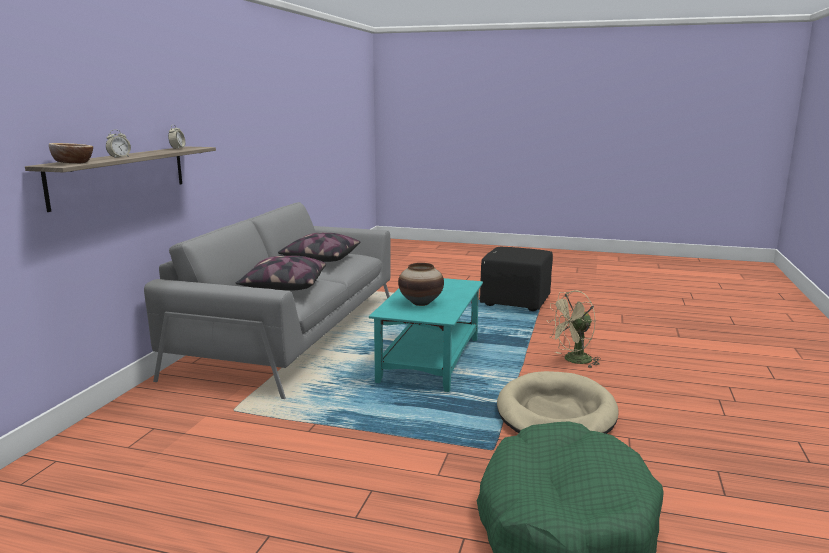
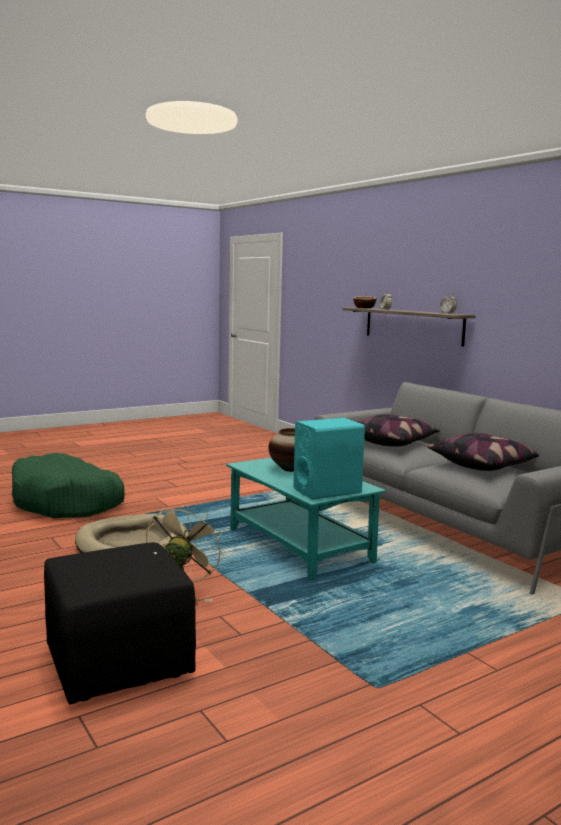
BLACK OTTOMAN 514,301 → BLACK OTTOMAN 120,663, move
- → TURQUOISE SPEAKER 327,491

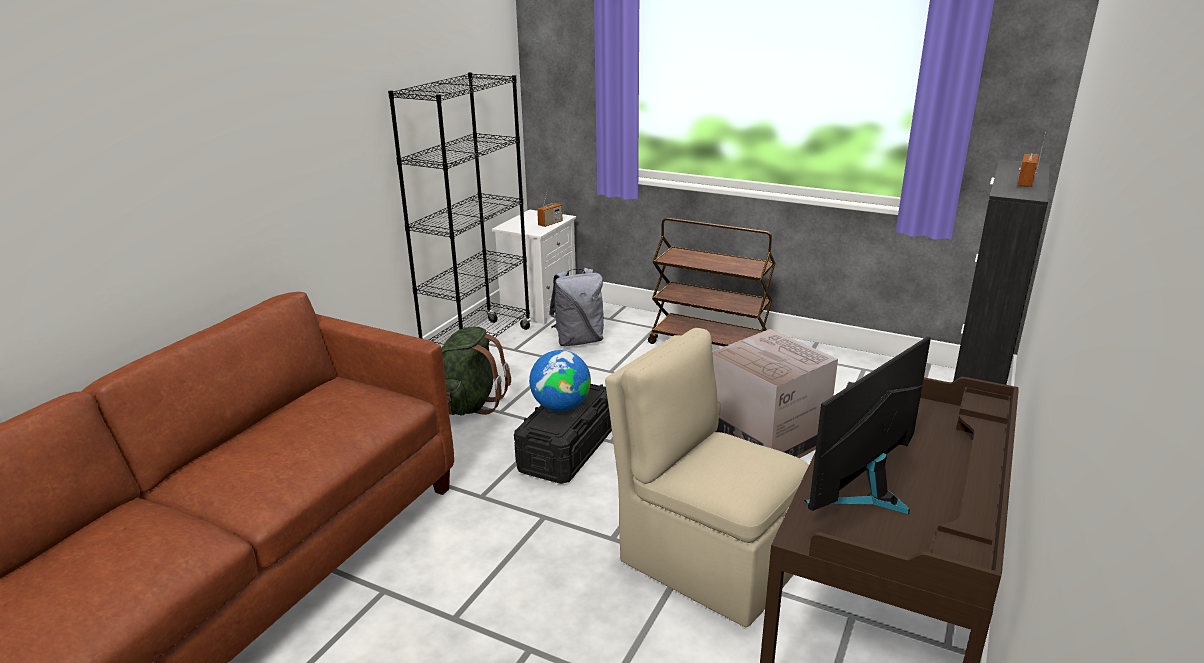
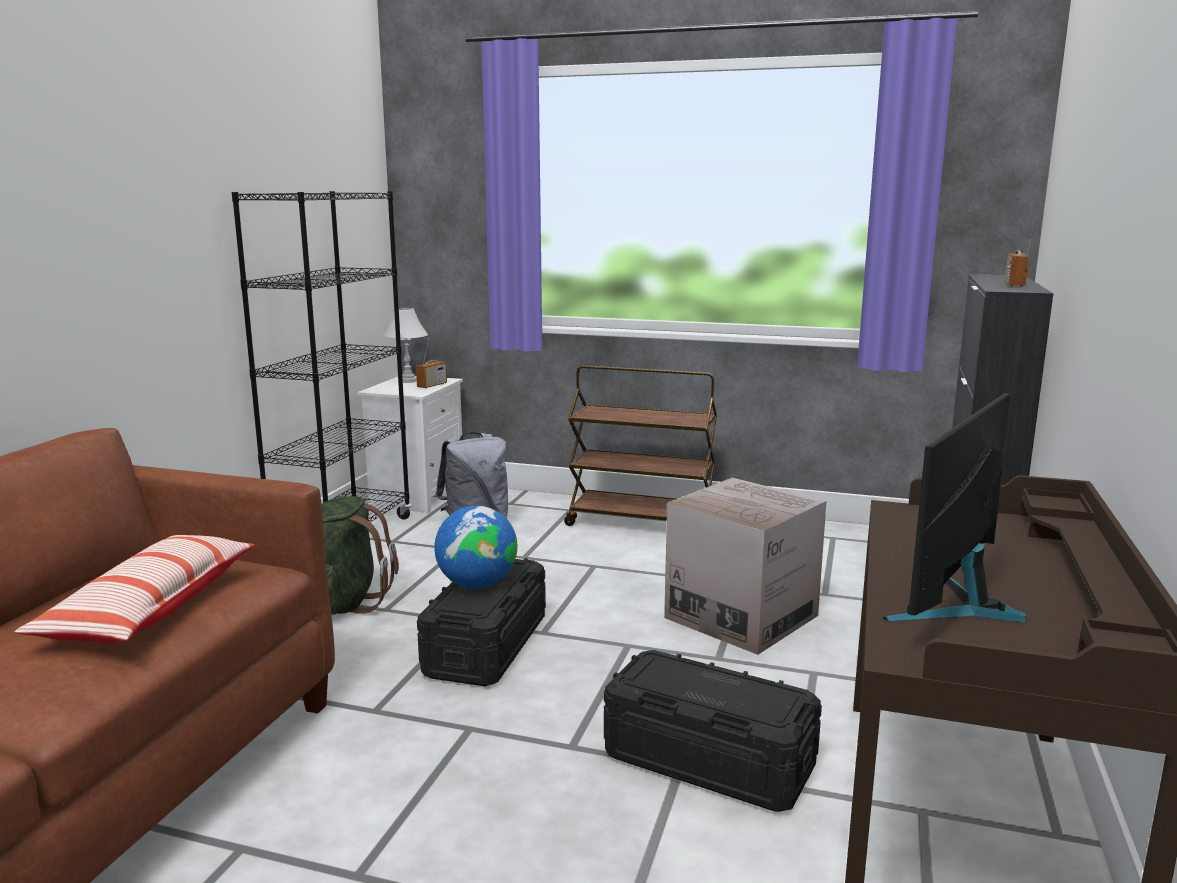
BEIGE CHAIR 707,559 → BLACK STORAGE BOX 708,760
- → PILLOW 151,608
- → WHITE TABLE LAMP 408,381

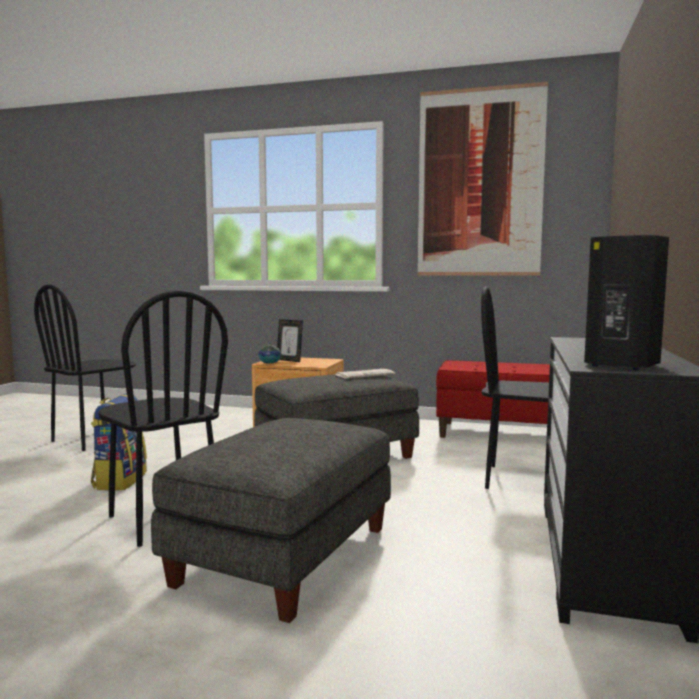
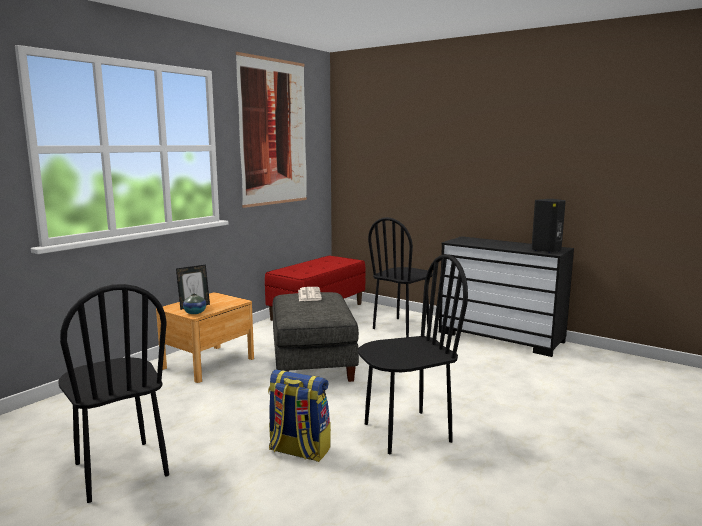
GREY OTTOMAN 286,556 → -

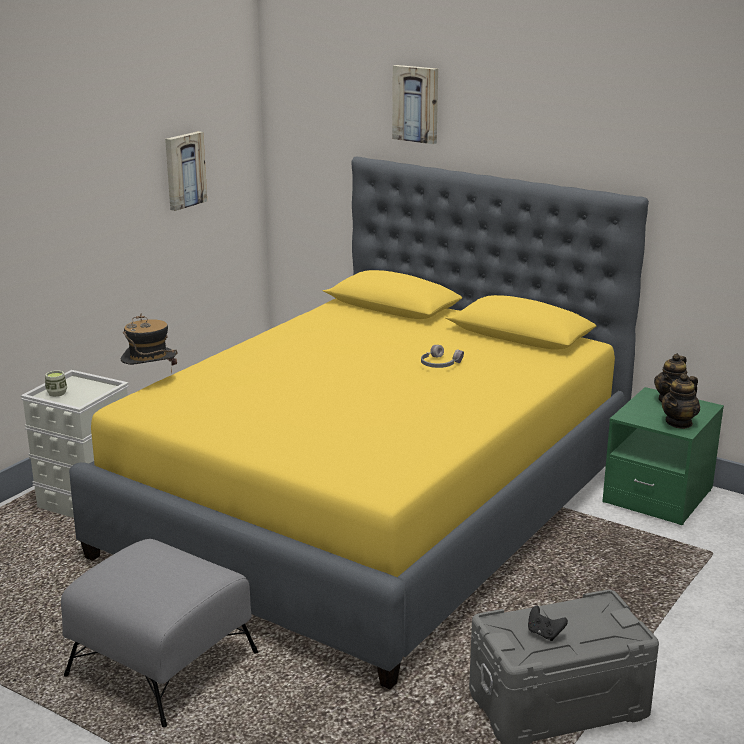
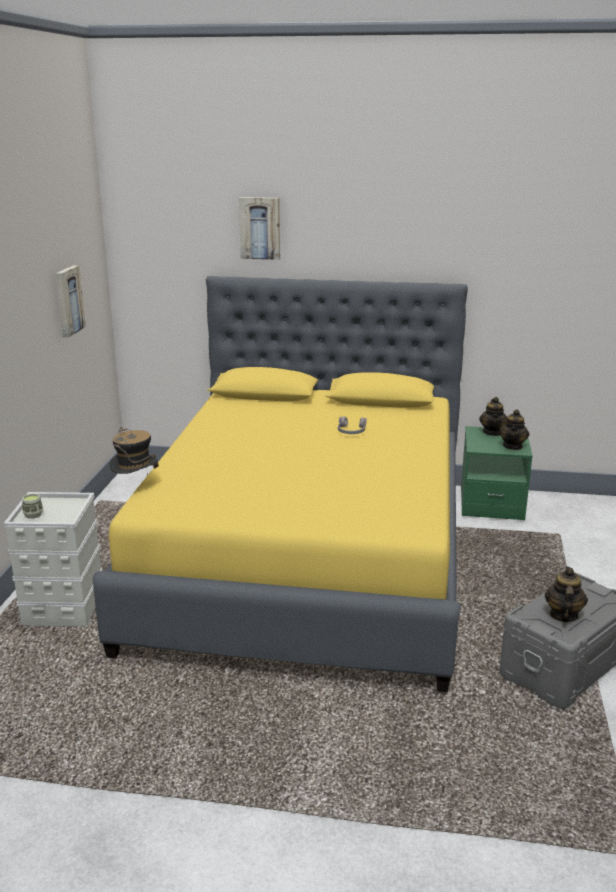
GREY OTTOMAN 163,665 → -
BLACK GAME CONTROLLER 544,634 → TEAPOT 563,615

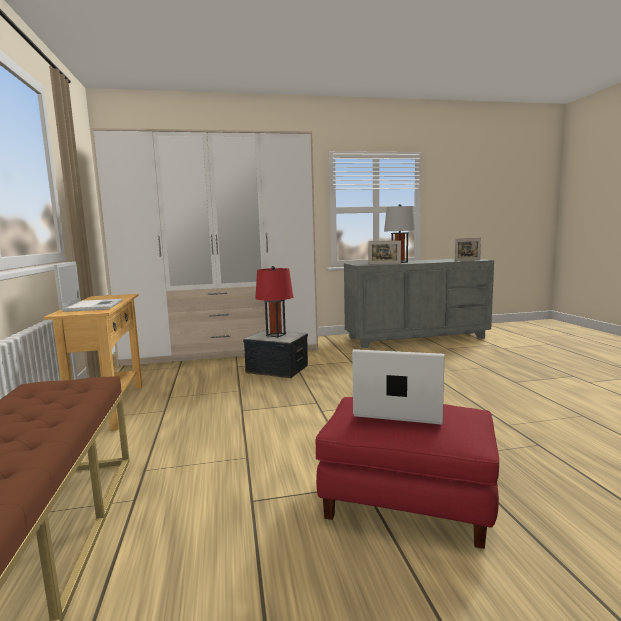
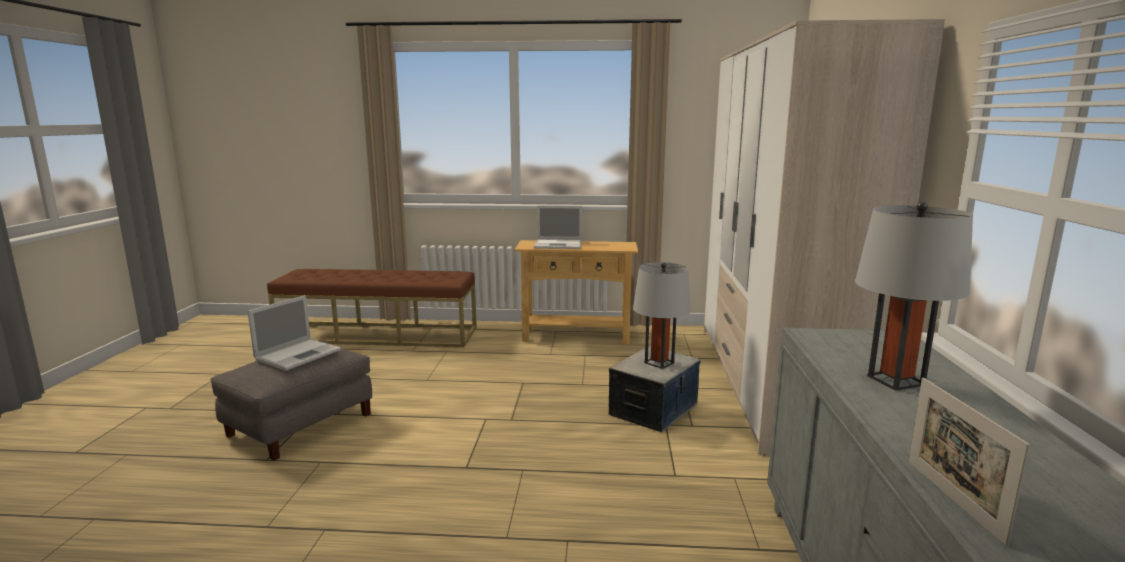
RED TABLE LAMP 276,335 → GREY TABLE LAMP 659,363
RED OTTOMAN 405,500 → GREY OTTOMAN 300,424
PICTURE FRAME 384,264 → -

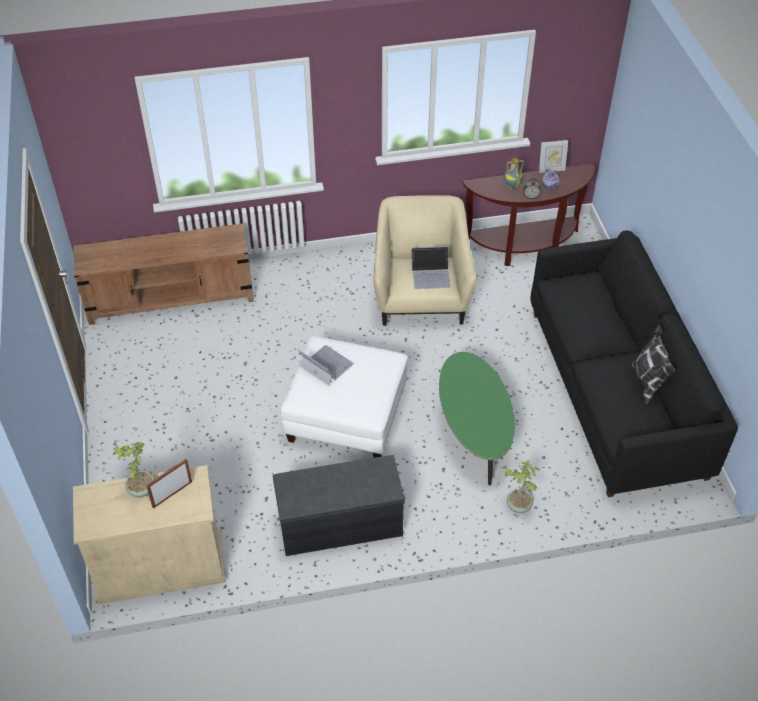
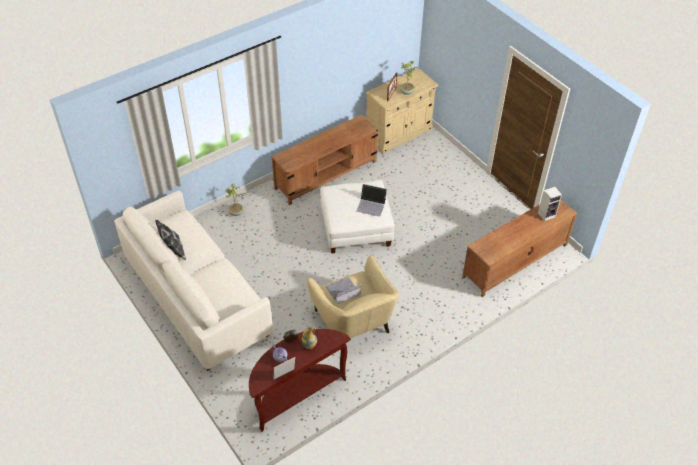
GREY BENCH 339,524 → BROWN TV STAND 326,175
GREEN COFFEE TABLE 473,433 → -
BLACK SOFA 615,391 → WHITE SOFA 196,297
- → SPEAKER 547,214

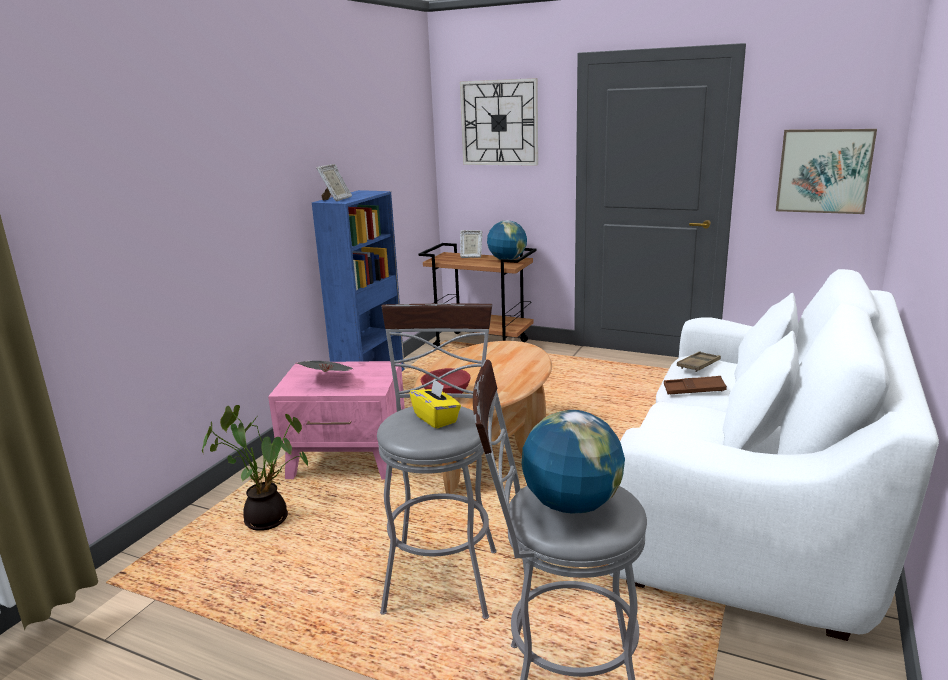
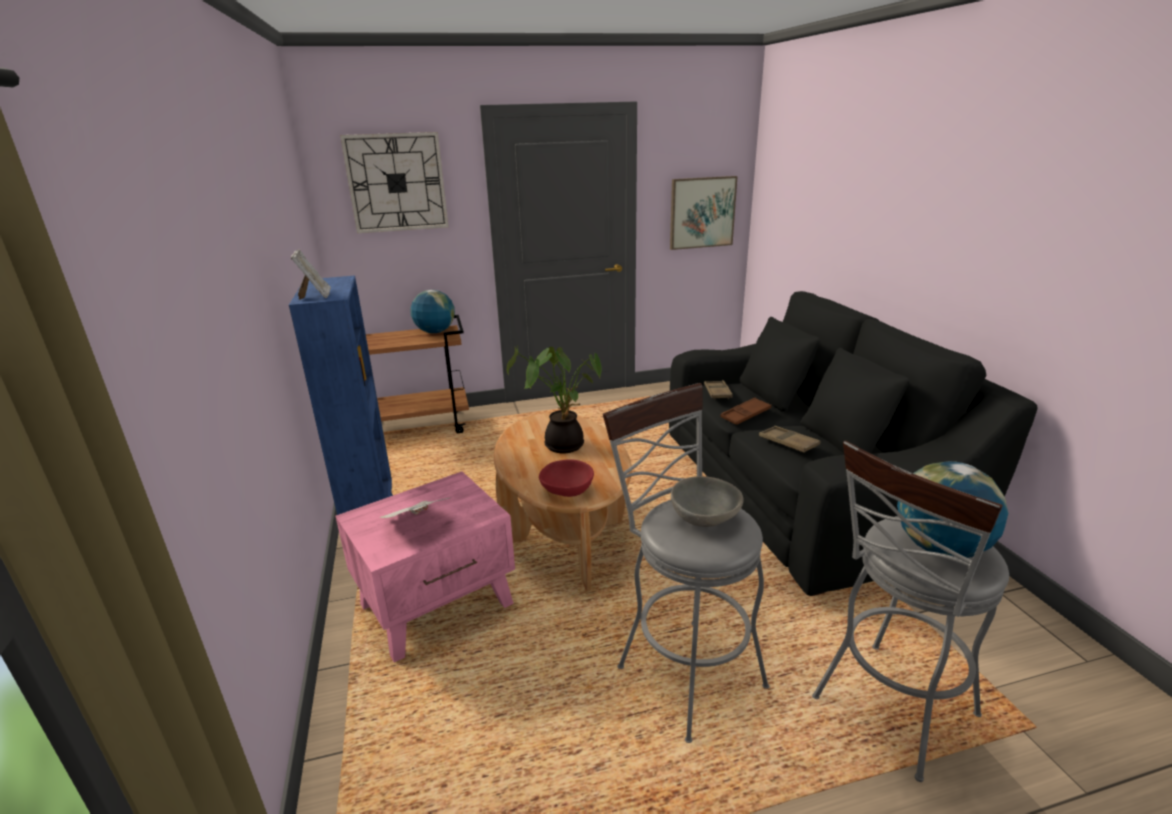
POTTED PLANT 268,518 → POTTED PLANT 562,443, move
YELLOW TISSUE BOX 436,419 → GREY BOWL 704,518
PICTURE FRAME 471,256 → -
WHITE SOFA 754,507 → BLACK SOFA 800,494
- → BROWN TRAY 788,443

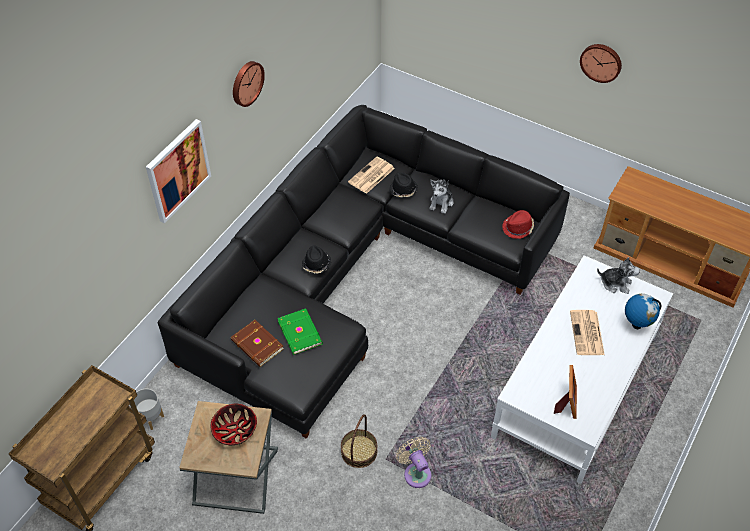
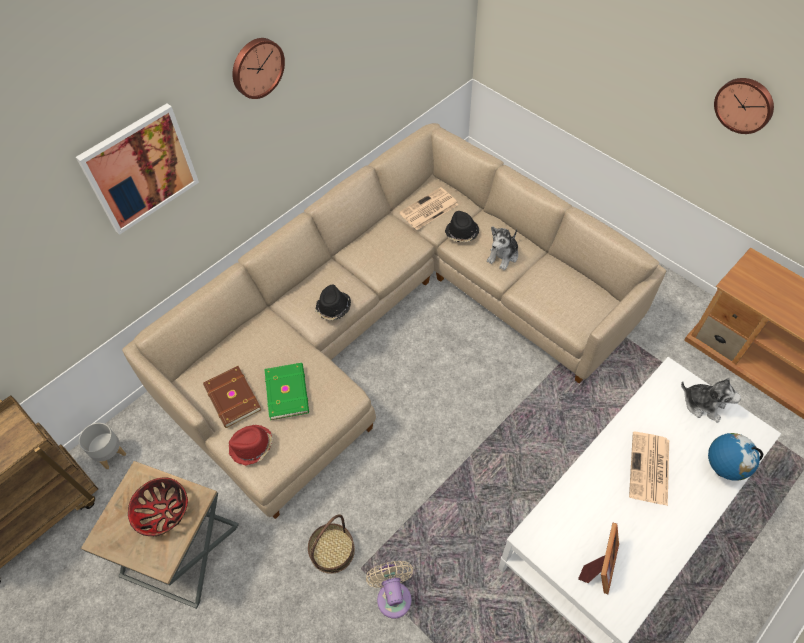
BLACK SOFA 355,273 → BEIGE SOFA 390,321
RED HAT 518,228 → RED HAT 251,447, move

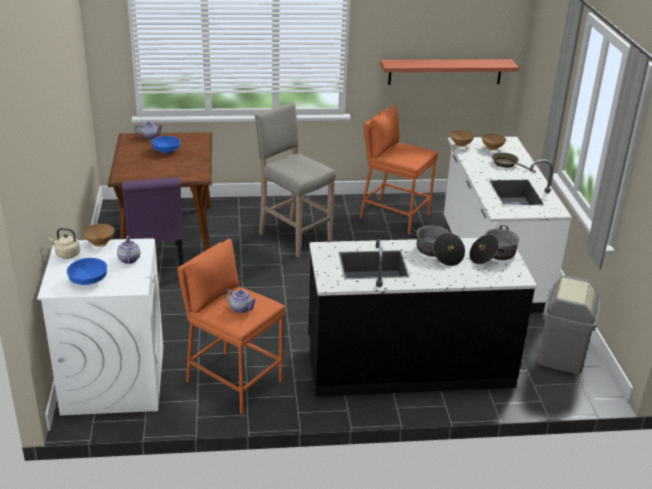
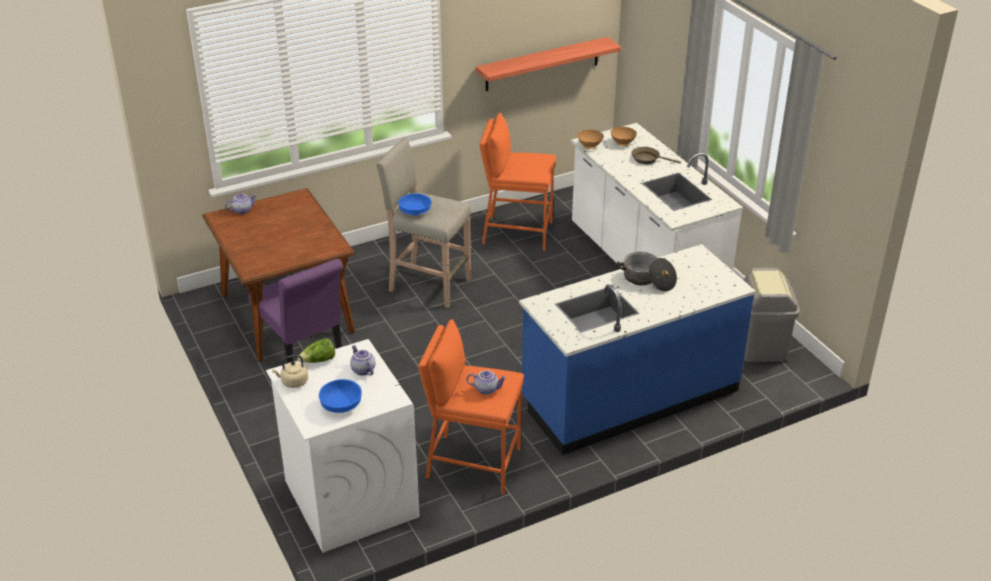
BROWN BOWL 100,244 → LETTUCE 318,360
BLUE BOWL 166,151 → BLUE BOWL 415,212, move
BLACK COUNTER 409,364 → BLUE COUNTER 629,396
COOKING POT 493,255 → -

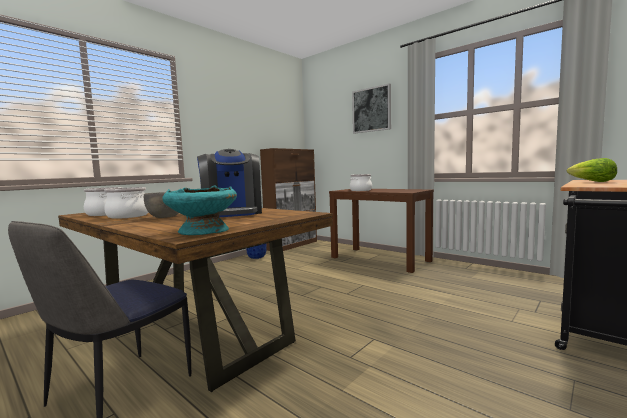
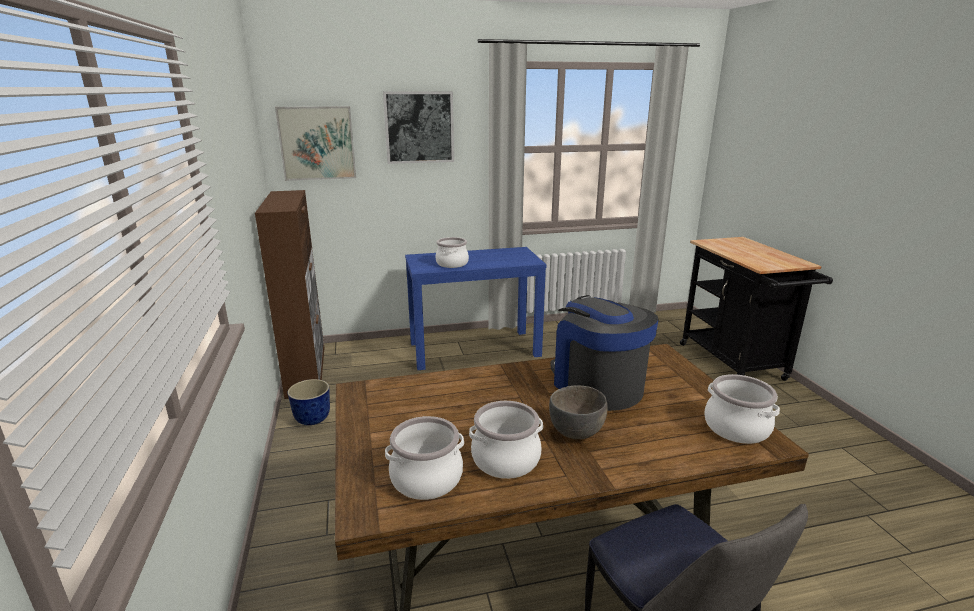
TURQUOISE BOWL 203,231 → COOKING POT 736,427
COFFEE MACHINE 232,213 → COFFEE MACHINE 596,385, 135 degrees counterclockwise
BROWN CONSOLE TABLE 380,259 → BLUE CONSOLE TABLE 475,349
LETTUCE 590,181 → -
- → PICTURE 317,143

